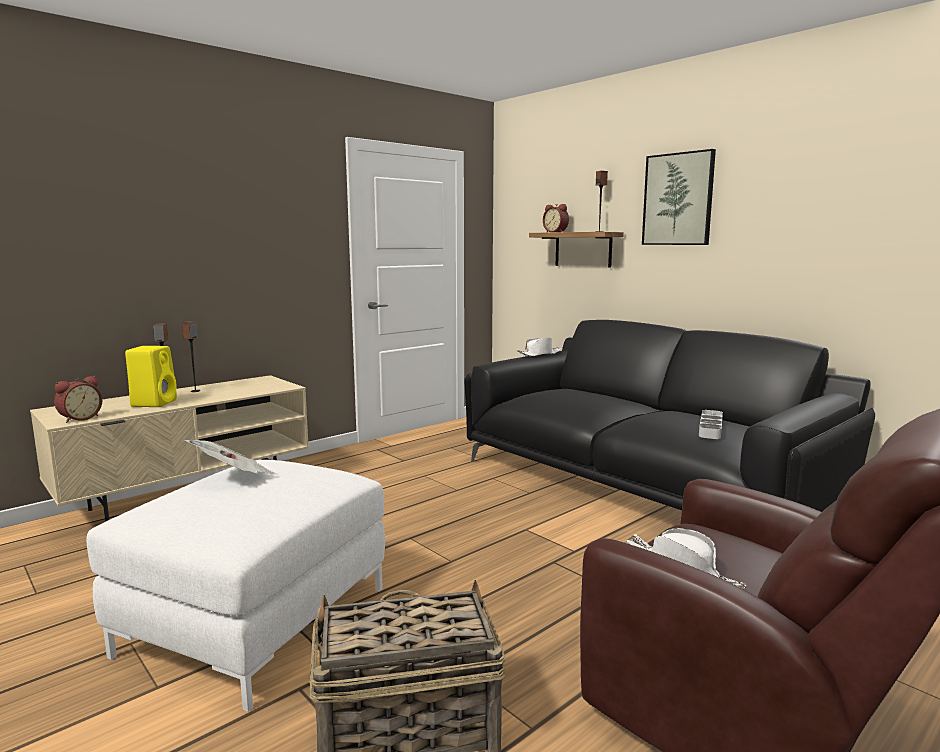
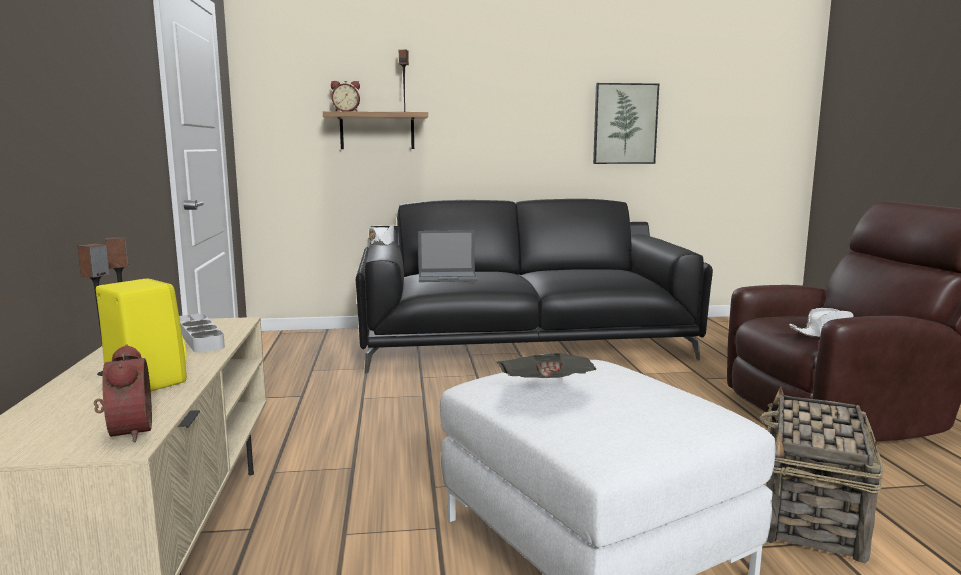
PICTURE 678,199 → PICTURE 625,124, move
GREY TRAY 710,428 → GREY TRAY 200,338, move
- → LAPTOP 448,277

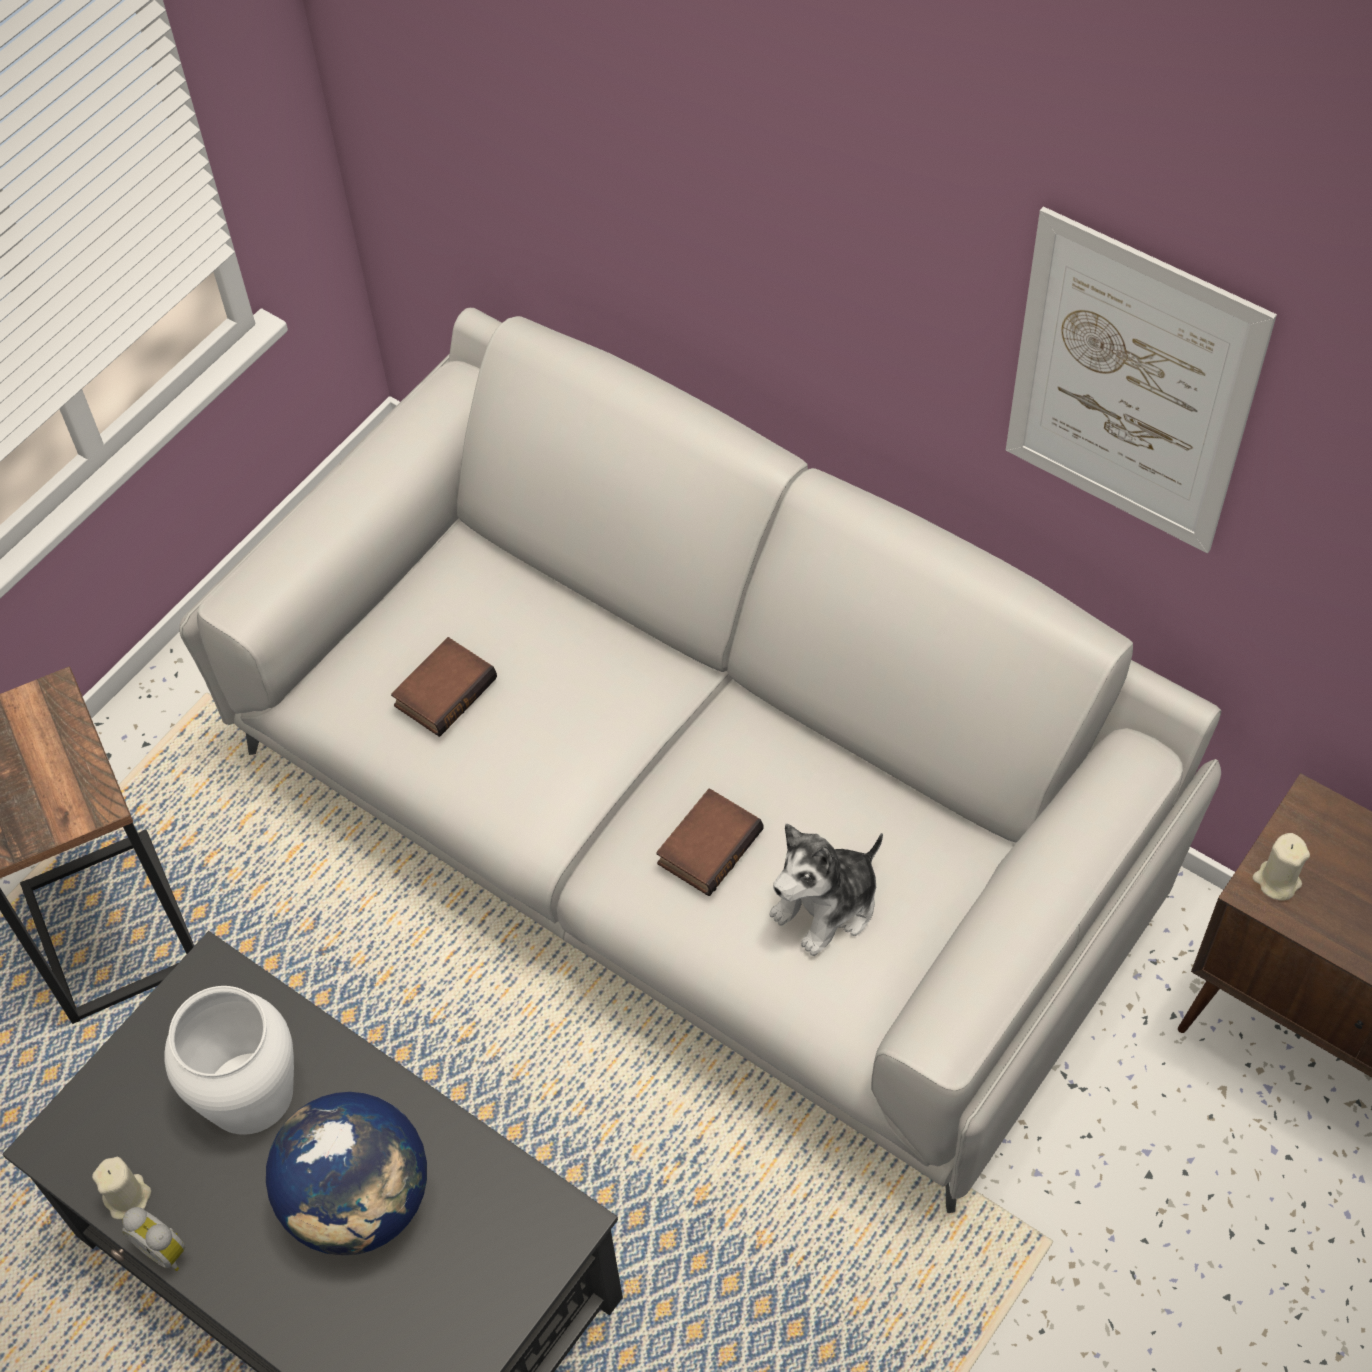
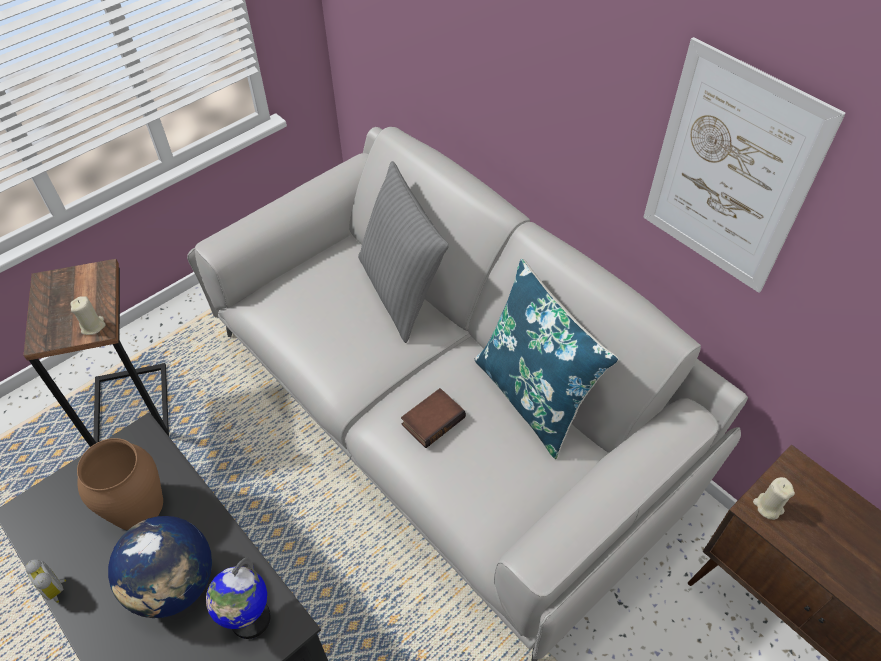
BEIGE CANDLE 128,1197 → BEIGE CANDLE 93,326, move
WHITE VASE 247,1092 → BROWN VASE 136,505
BOOK 444,690 → -
PLUSH TOY 827,906 → -
- → GLOBE 250,619
- → GREY PILLOW 401,291
- → BLUE PILLOW 533,396

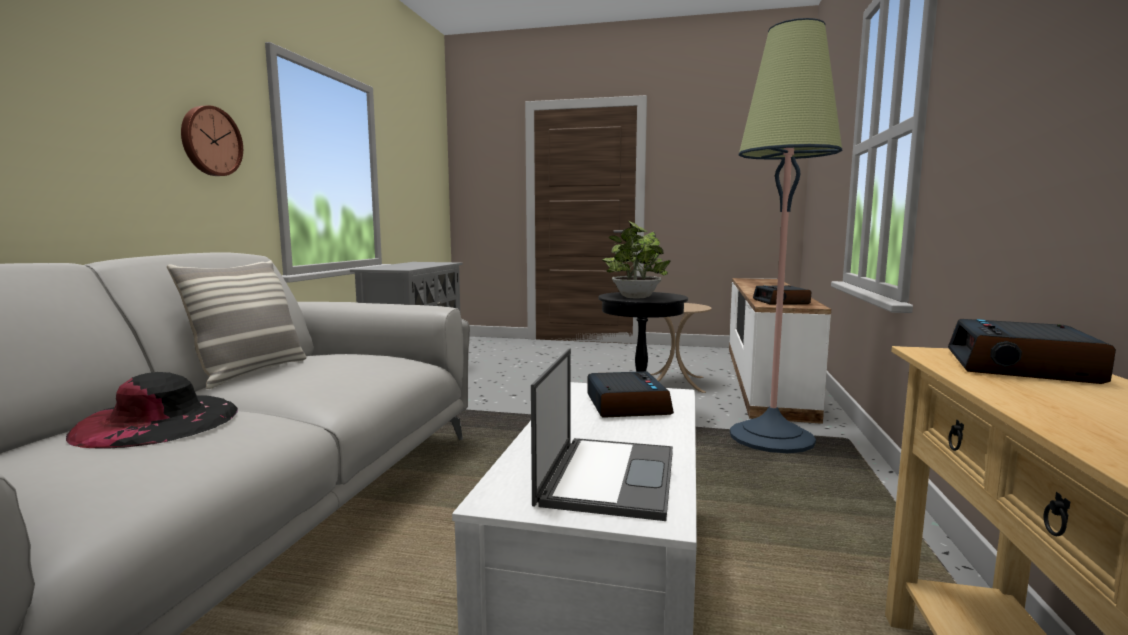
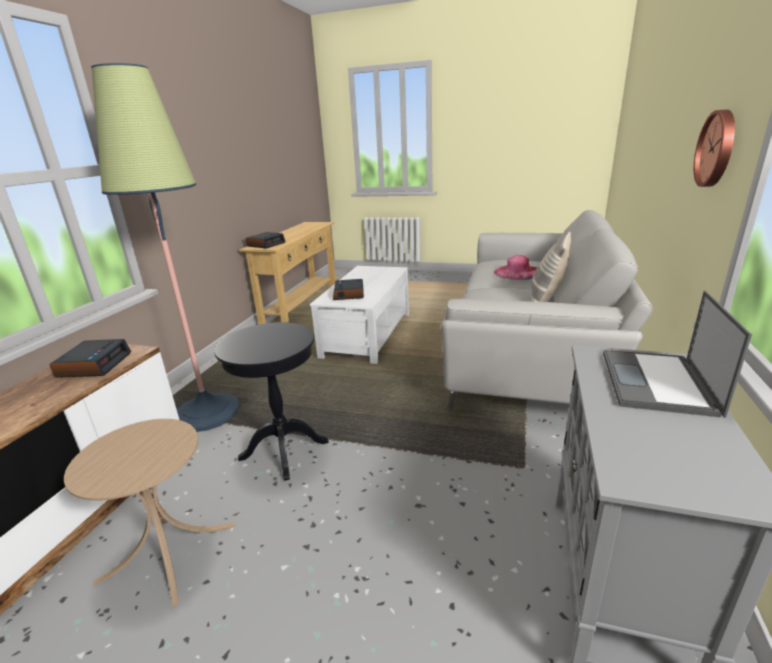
BLACK HAT 158,421 → PINK HAT 518,272
LAPTOP 608,475 → LAPTOP 658,383, move
POTTED PLANT 635,296 → -

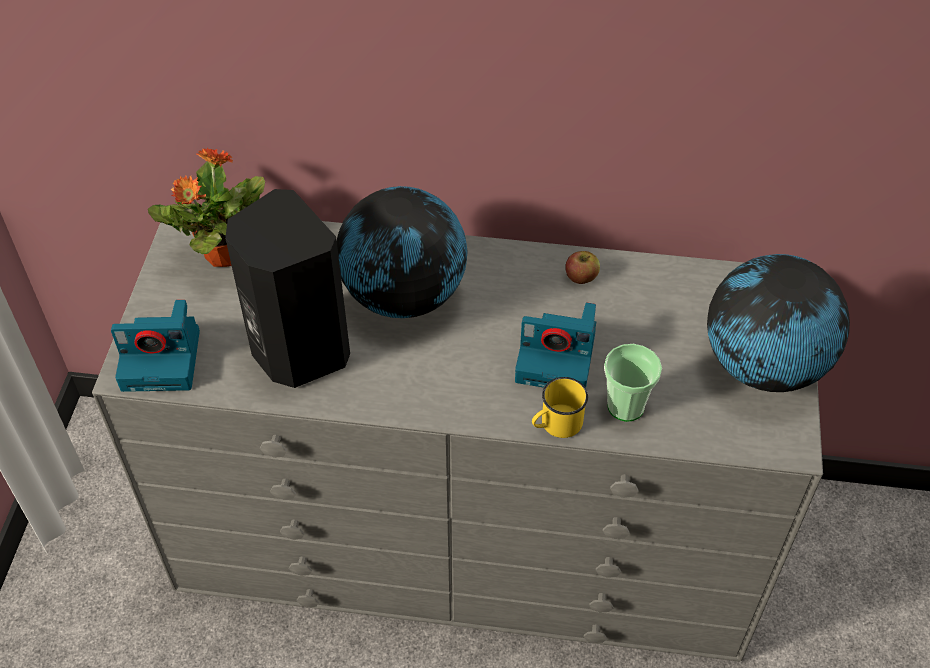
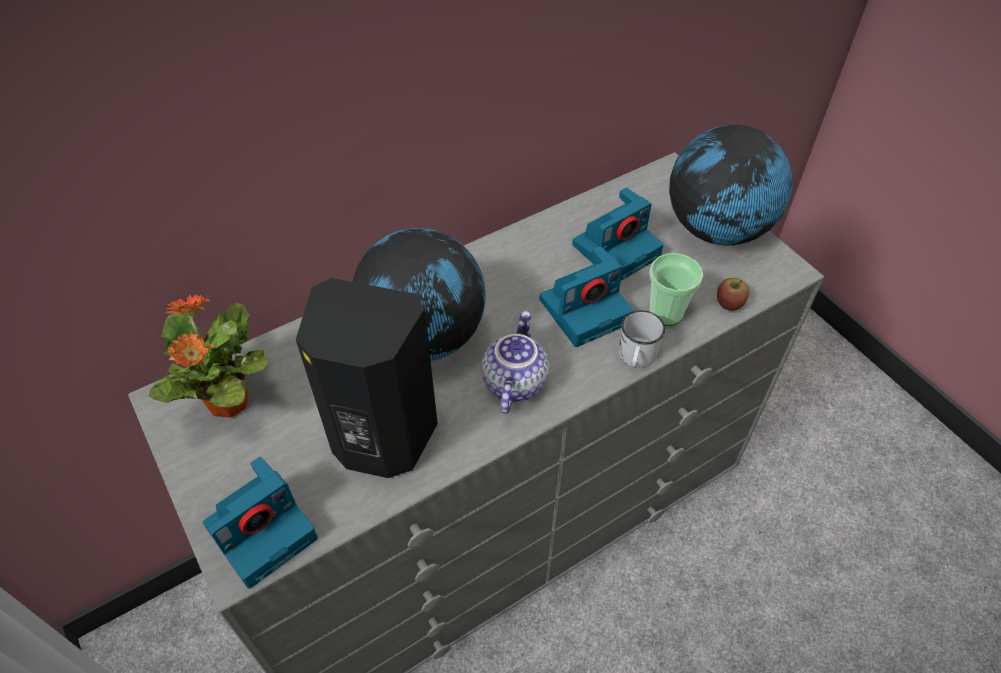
YELLOW MUG 556,424 → WHITE MUG 636,358
APPLE 581,277 → APPLE 729,303, move
- → TEAPOT 513,382
- → PHOTO CAMERA 617,249

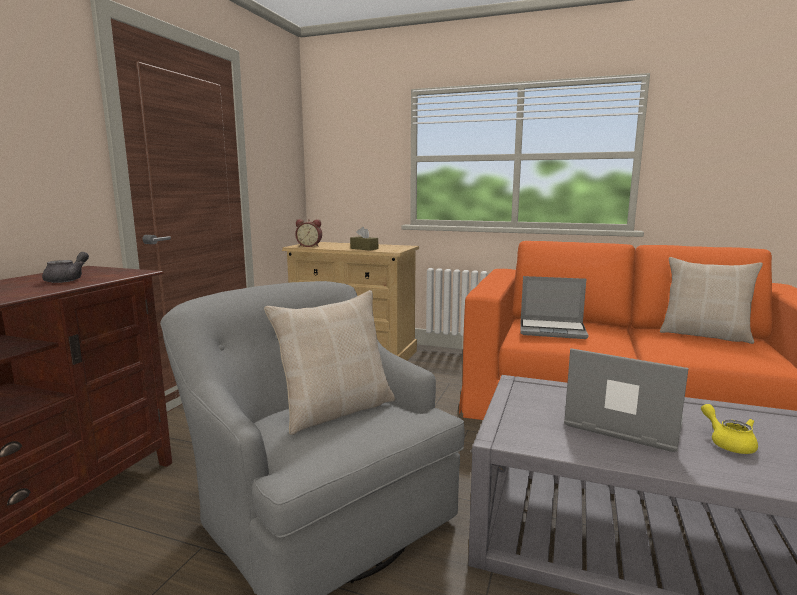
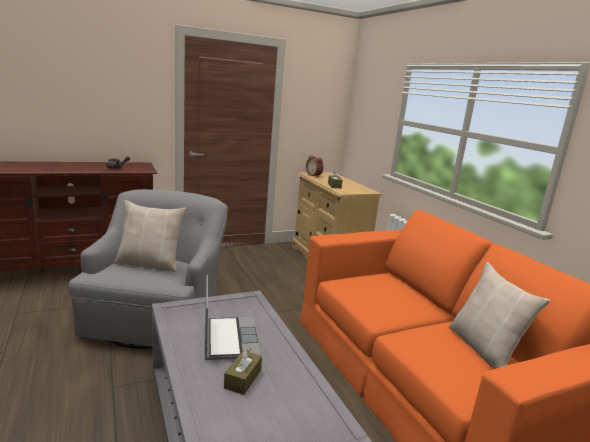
LAPTOP 553,330 → -
YELLOW TEAPOT 728,443 → BROWN TISSUE BOX 243,379

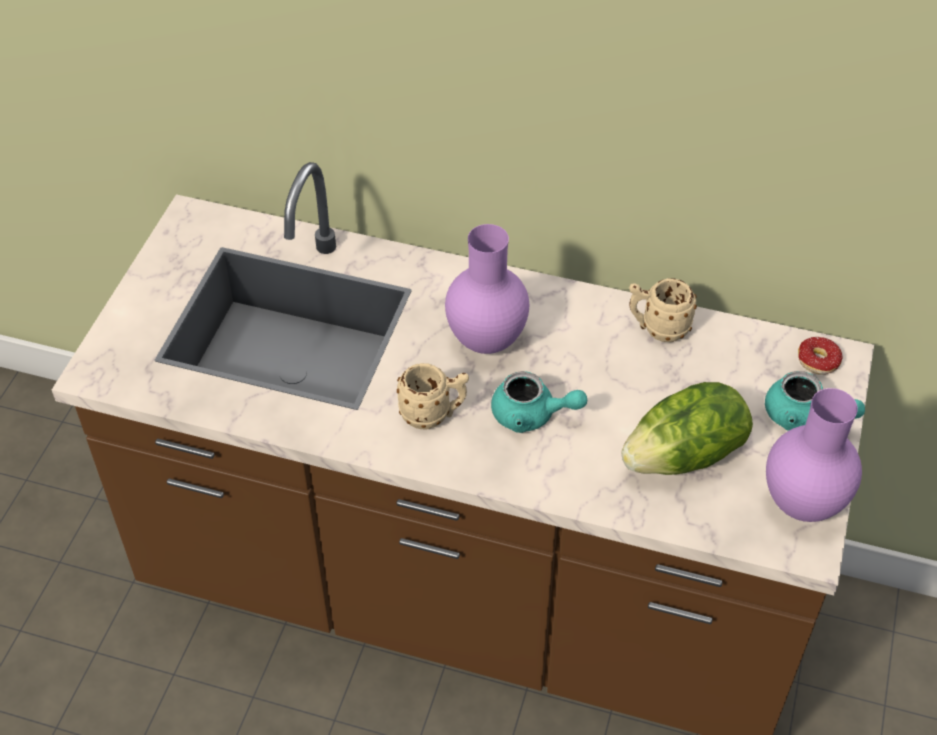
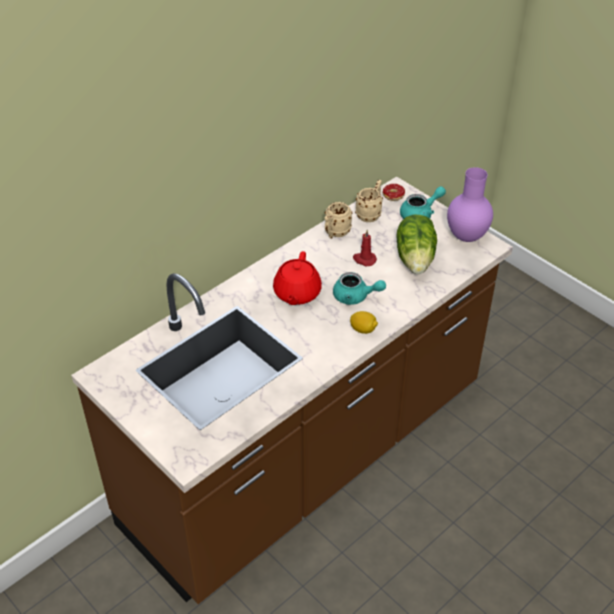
BEIGE MUG 433,415 → BEIGE MUG 370,214, move
PURPLE VASE 485,343 → RED TEAPOT 296,293
TURQUOISE TEAPOT 532,415 → TURQUOISE TEAPOT 355,297, 60 degrees clockwise
- → LEMON 363,329
- → RED CANDLE 364,259

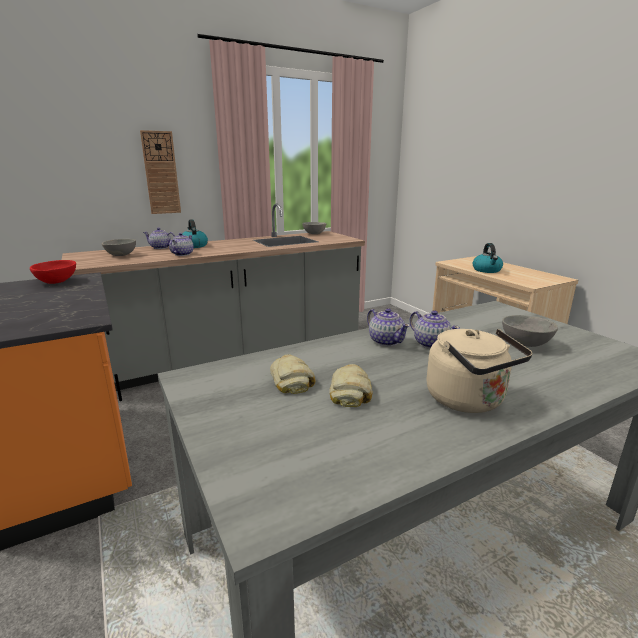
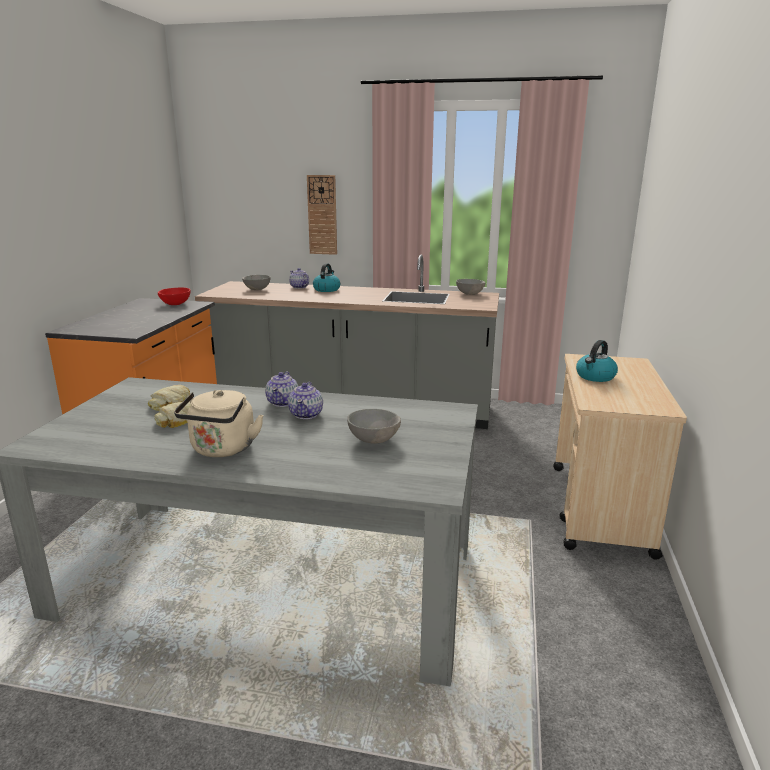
TEAPOT 182,254 → -

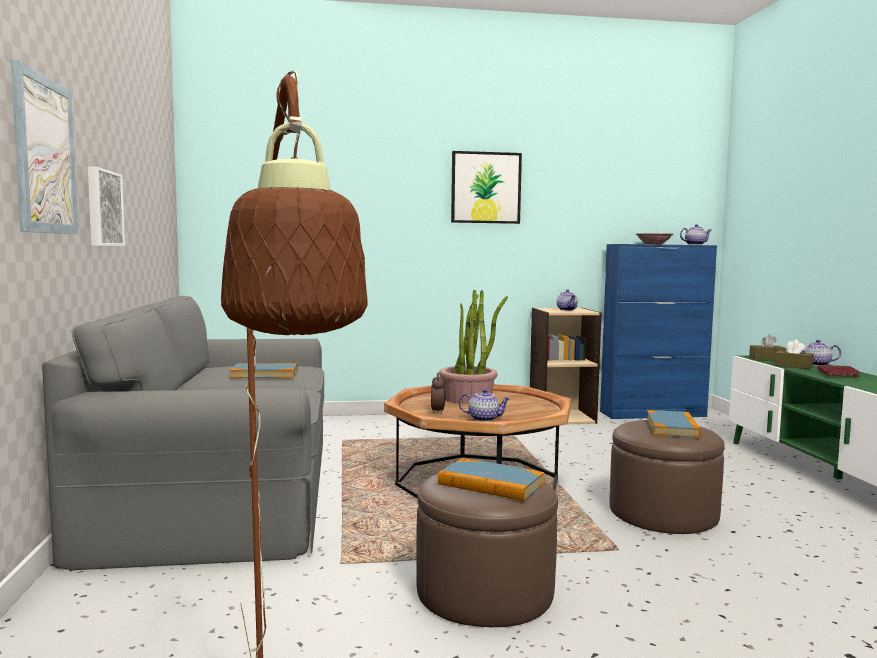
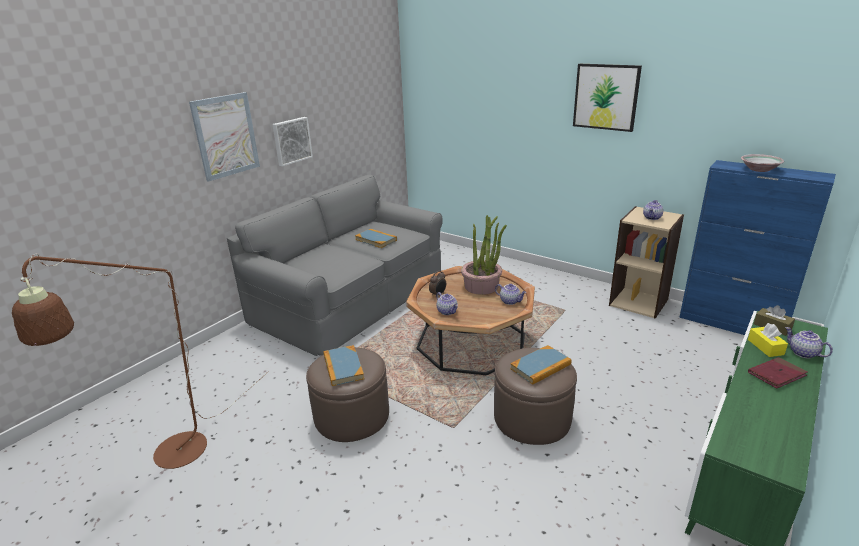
TEAPOT 695,244 → TEAPOT 510,301, move
BROWN TISSUE BOX 793,366 → YELLOW TISSUE BOX 765,347

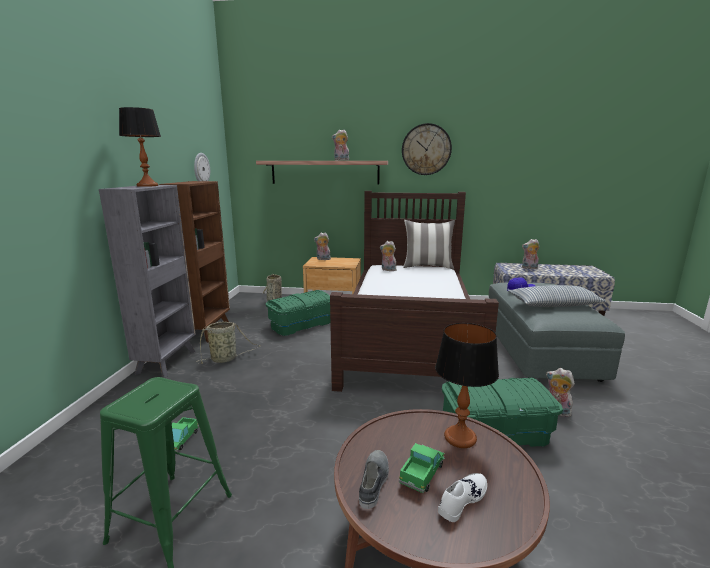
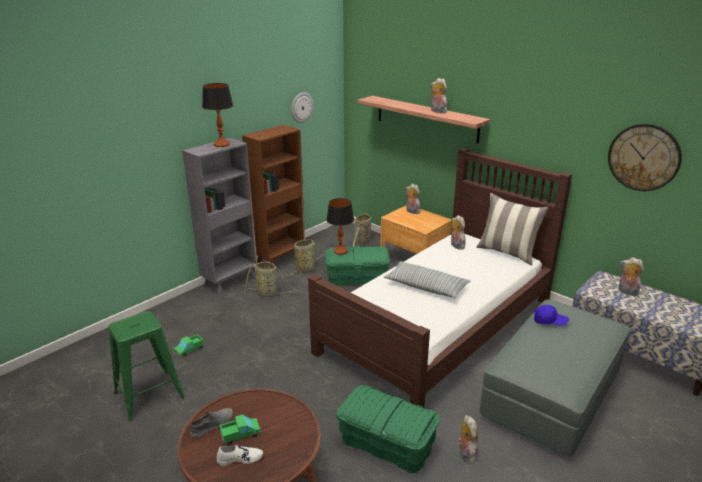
WALL CLOCK 426,149 → WALL CLOCK 644,157, move
TABLE LAMP 460,438 → TABLE LAMP 340,251, move
PILLOW 554,304 → PILLOW 426,287, move
- → BASKET 306,269

